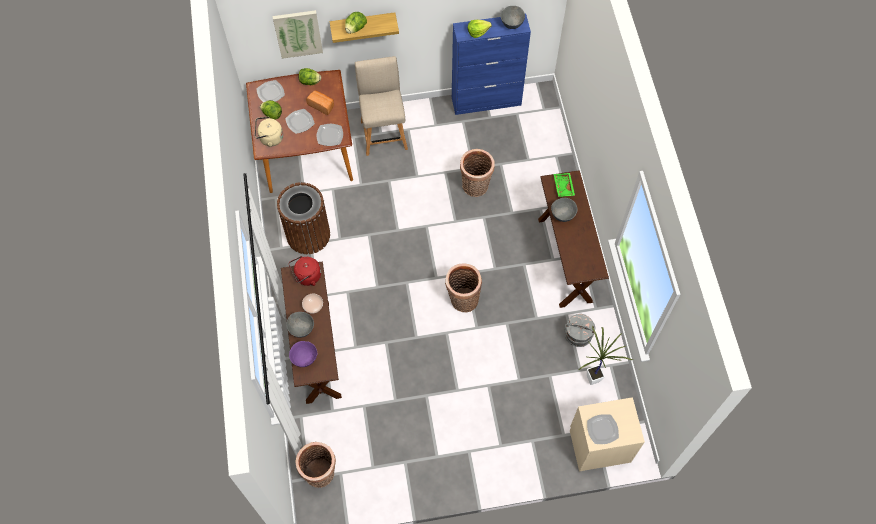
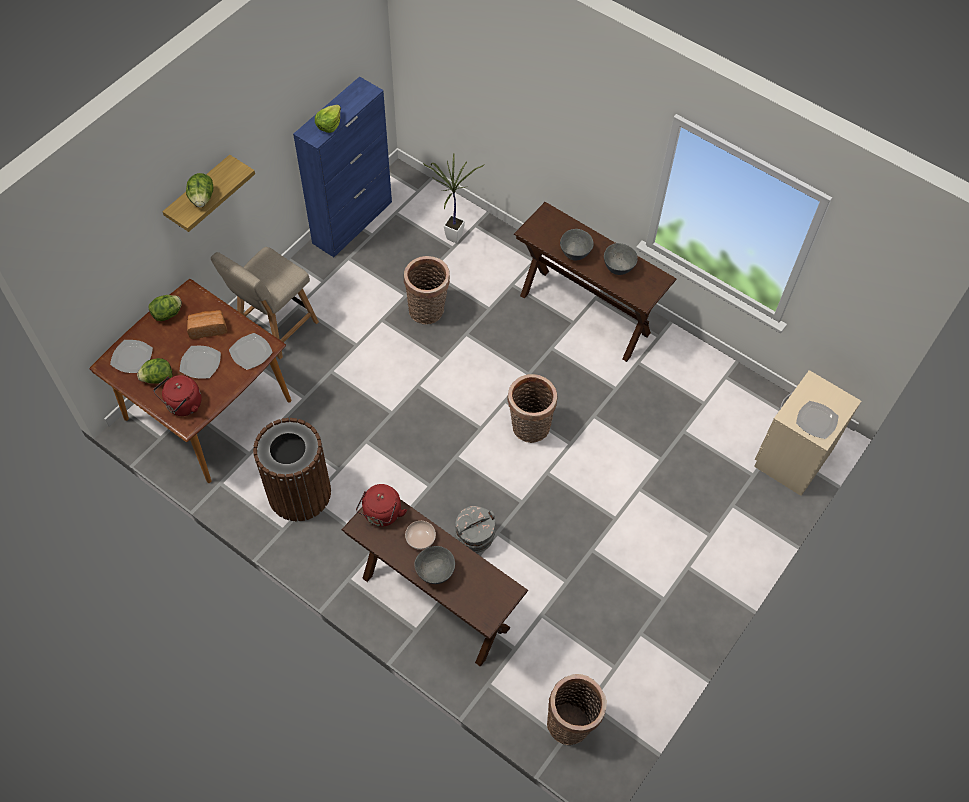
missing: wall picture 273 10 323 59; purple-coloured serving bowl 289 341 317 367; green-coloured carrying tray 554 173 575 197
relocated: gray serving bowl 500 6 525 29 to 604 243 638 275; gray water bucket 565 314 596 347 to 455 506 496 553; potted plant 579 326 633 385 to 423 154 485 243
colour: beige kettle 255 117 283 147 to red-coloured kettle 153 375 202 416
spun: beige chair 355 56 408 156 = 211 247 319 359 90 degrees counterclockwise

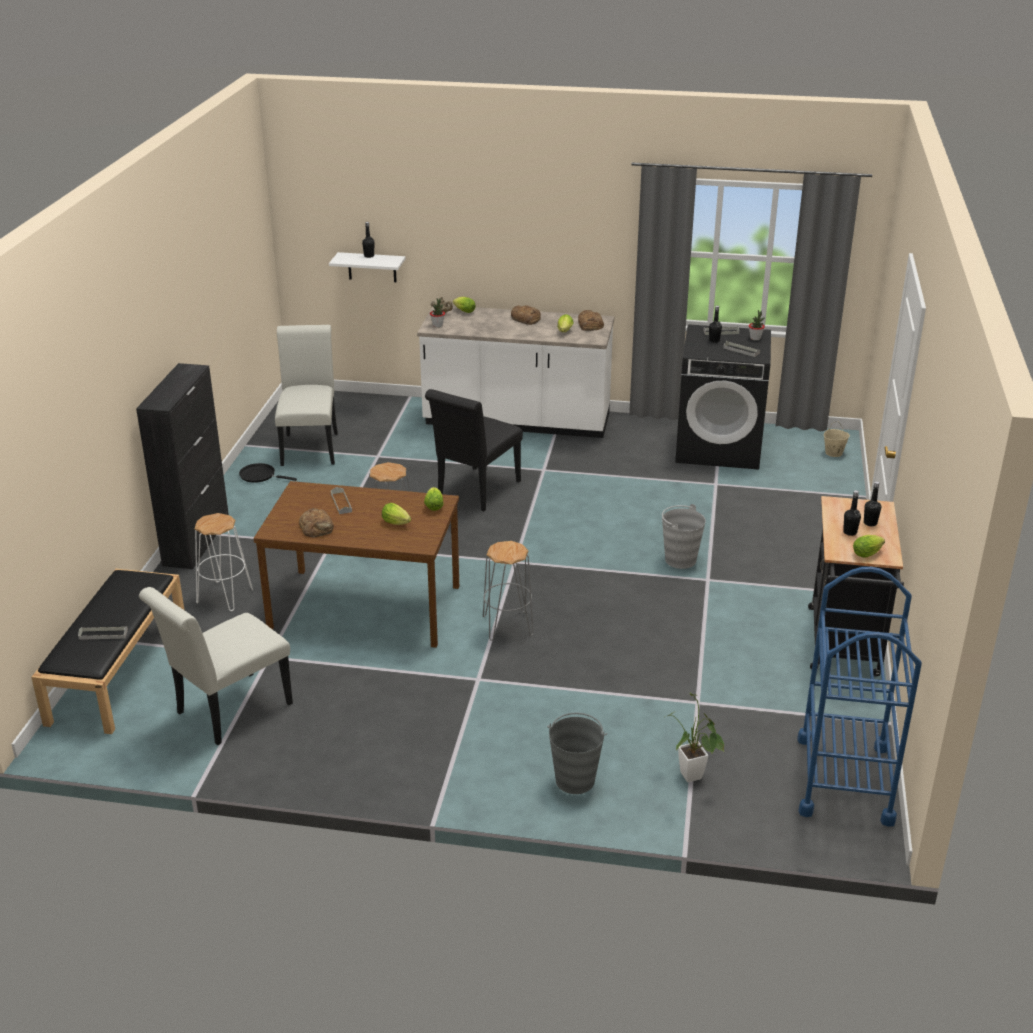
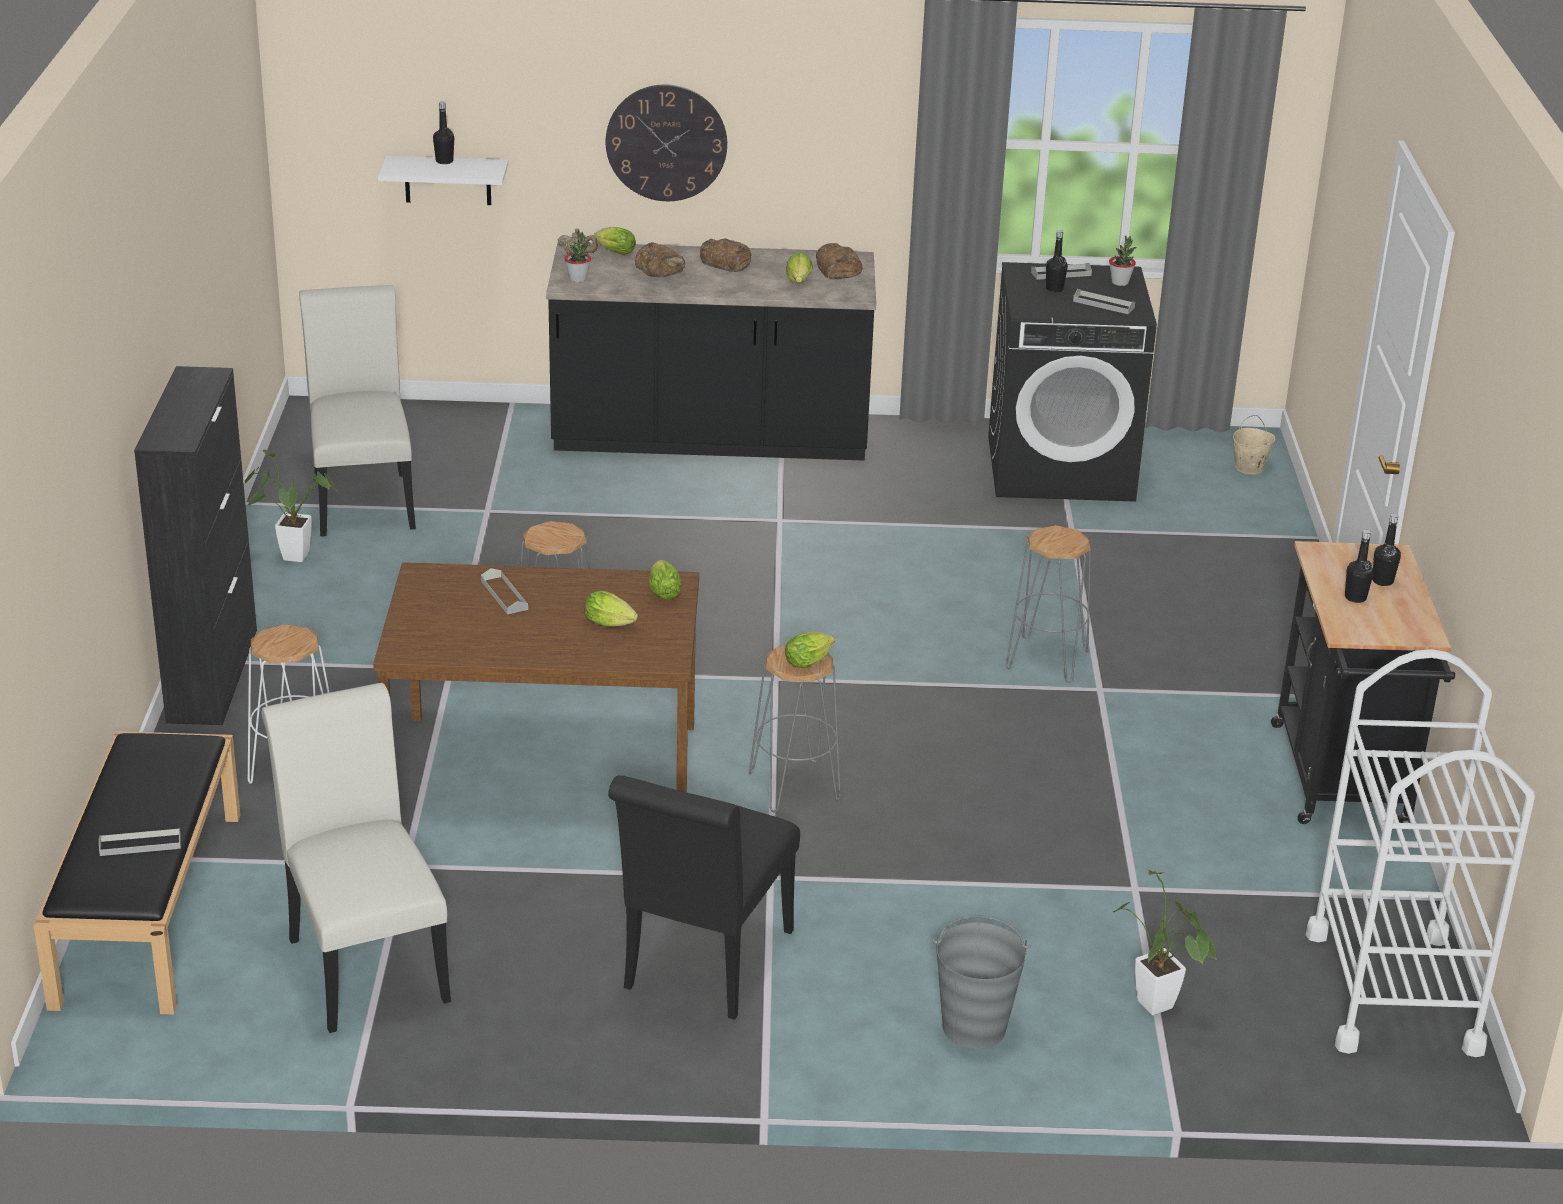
appeared: clock on the wall 606 84 727 201
relocated: bakery bread 299 508 334 537 to 635 242 685 278; blackish chair 425 389 523 511 to 608 775 800 1020; lettuce head 853 535 885 558 to 785 632 835 668
exchanged: blackish frying pan 239 463 297 483 to potted plant 244 449 336 562; gray water bucket 662 504 706 569 to gray sitting stool 1006 525 1091 683
colour: white kitchen counter 417 305 614 438 to blackish kitchen counter 546 243 876 461; bluish wheeled cart 797 567 922 827 to white wheeled cart 1306 649 1535 1057
spun: white chair 139 587 293 745 = 261 683 451 1033 120 degrees clockwise

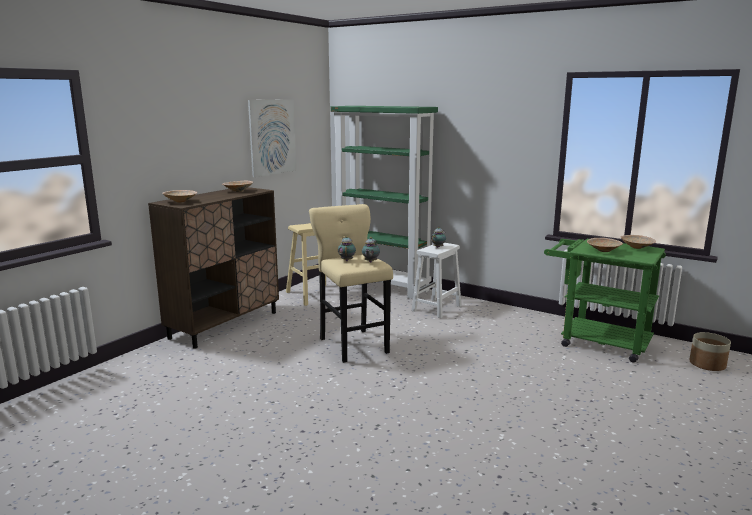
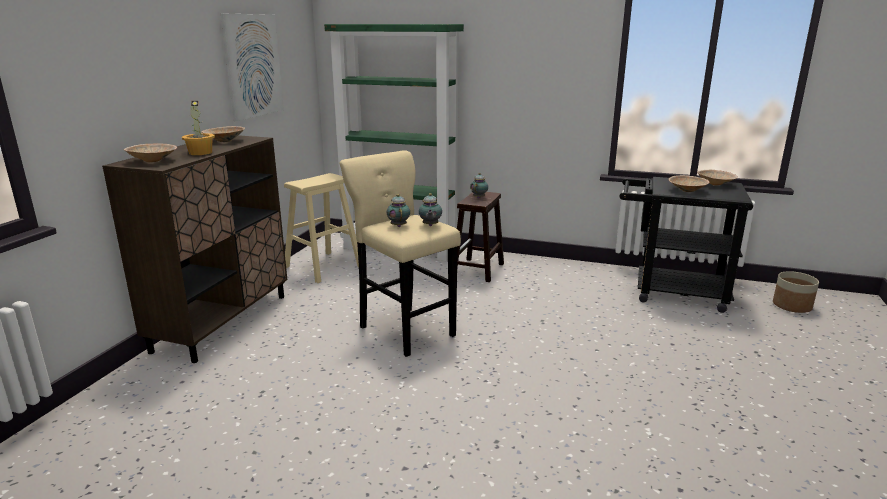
appeared: potted plant 182 101 215 155
colour: white sitting stool 411 243 462 318 to brown-coloured sitting stool 457 192 504 282; green-coloured wheeled cart 544 239 666 362 to blackish wheeled cart 619 177 753 313

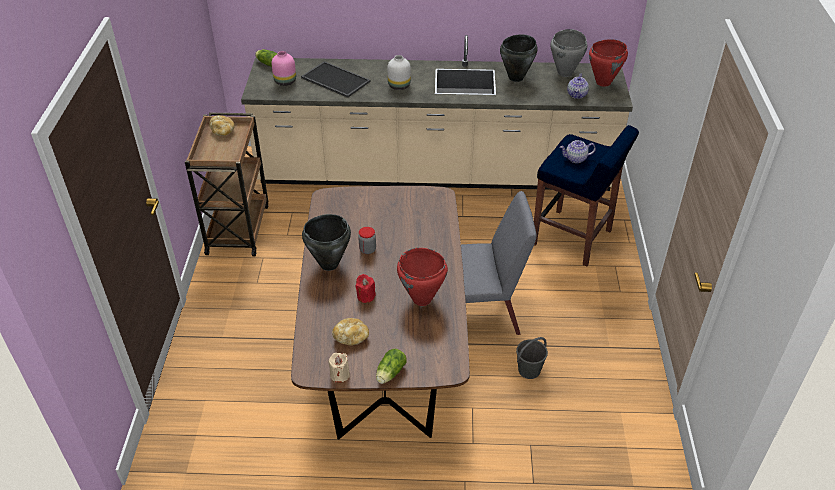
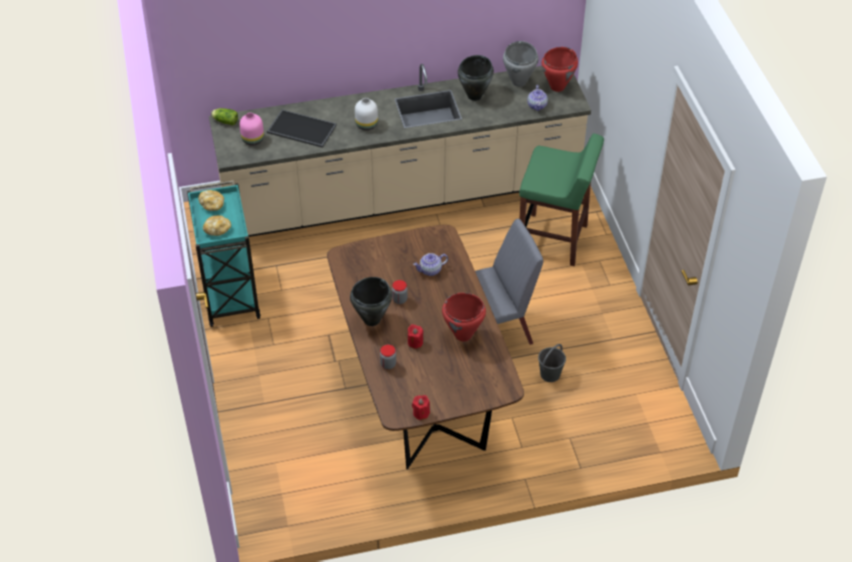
missing: lettuce head 376 349 407 384
appeared: preserve jar 380 345 396 369
relocated: bakery bread 332 318 369 345 to 203 215 231 236; pot for tea 560 140 596 163 to 413 253 448 276
colour: brown-coloured wheeled cart 185 112 268 256 to turquoise-coloured wheeled cart 187 180 261 327; beige candle 328 353 350 383 to red-coloured candle 412 395 430 420; bluish sitting stool 534 125 639 266 to green-coloured sitting stool 519 133 604 266

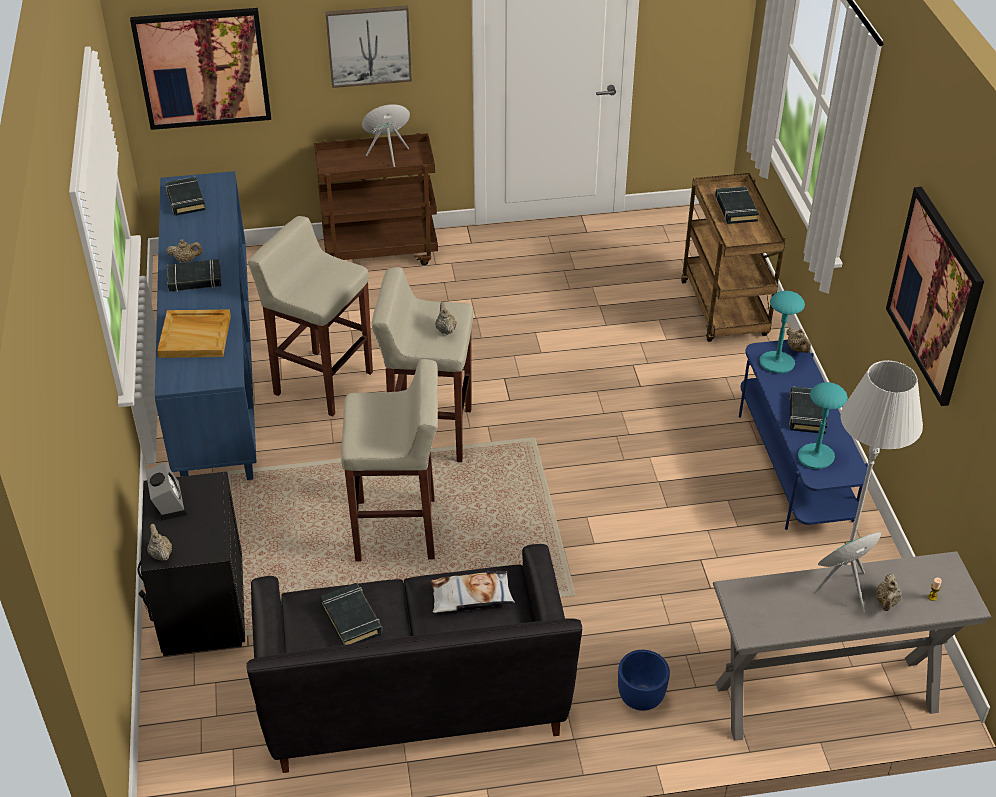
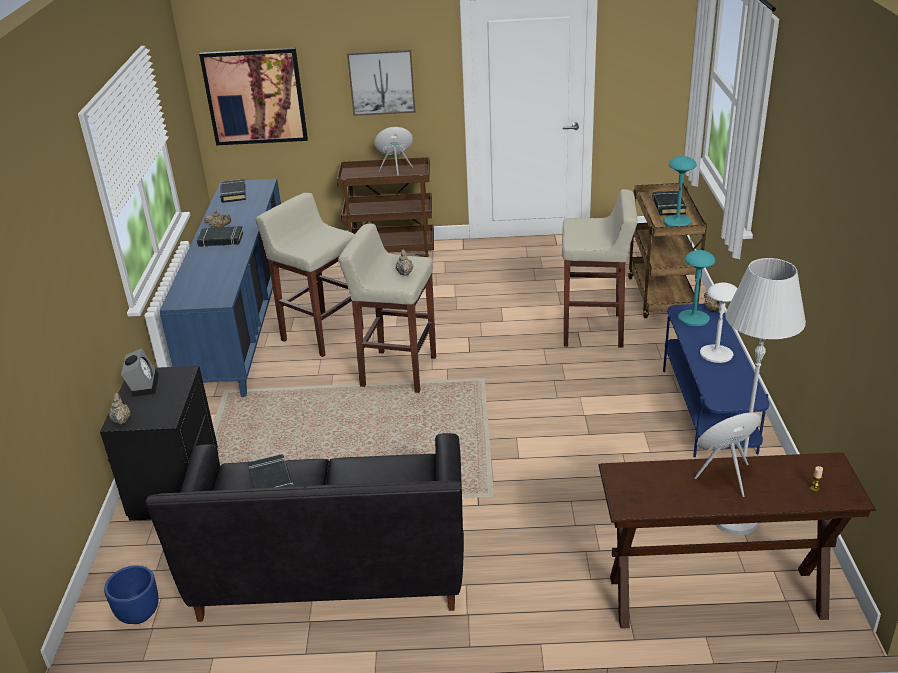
missing: beige carrying tray 157 310 231 358; cushion 430 571 515 613; beige pot for tea 876 574 902 611; wall picture 886 187 984 406
relocated: beige sitting stool 341 359 438 561 to 562 189 637 348; bluish plant pot 618 650 670 711 to 104 565 159 624; turquoise-coloured lamp for a table 798 382 848 469 to 664 156 697 227
exchanged: blackish book 789 387 827 434 to white lamp for a table 700 283 737 363
colour: gray console table 713 552 992 741 to brown-coloured console table 599 452 876 629

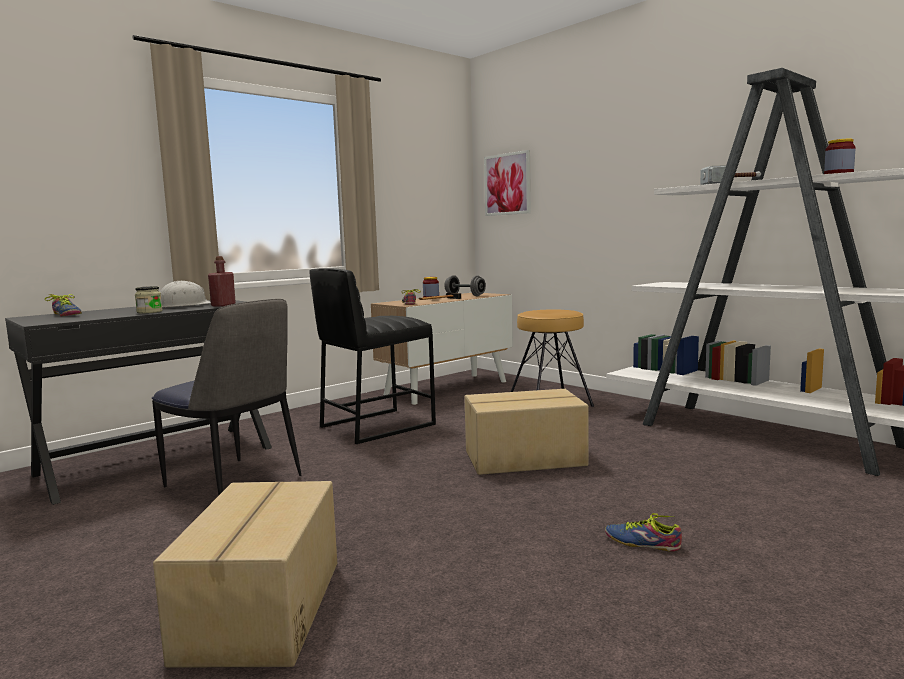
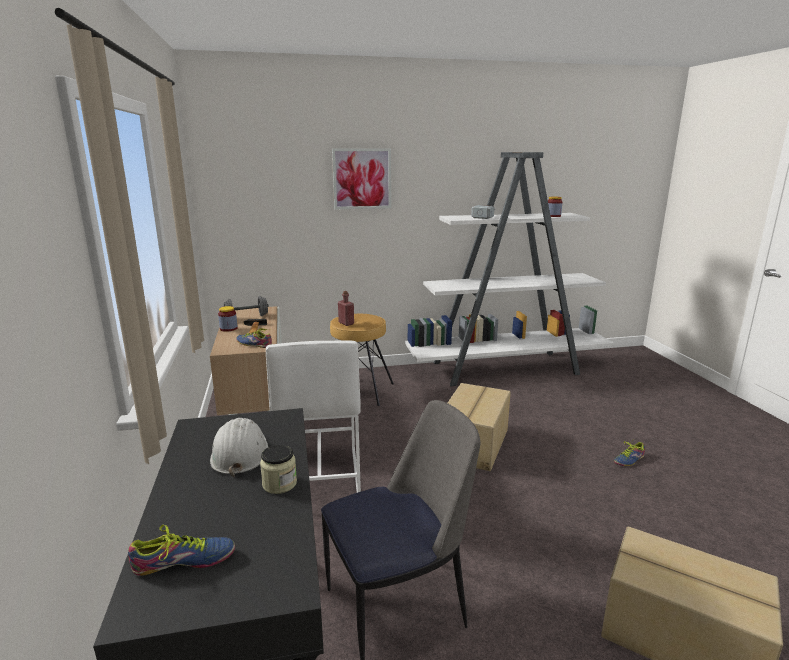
relocated: red-coloured beverage bottle 208 256 236 307 to 338 291 354 326; wall picture 484 150 531 216 to 332 149 391 209
colour: blackish sitting stool 309 268 436 444 to white sitting stool 266 341 361 493

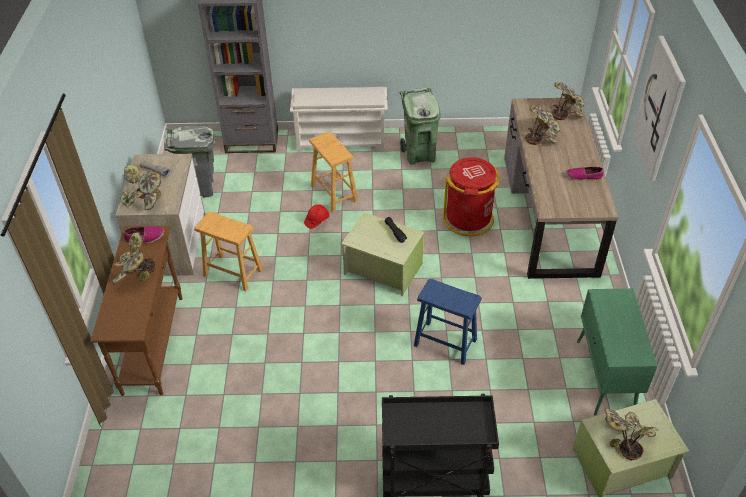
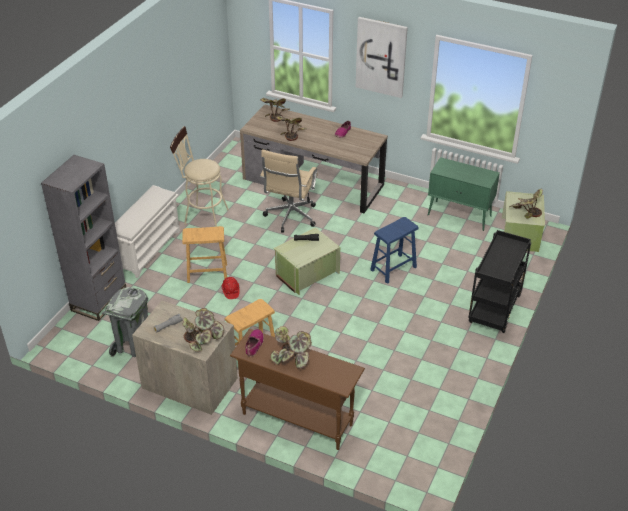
exchanged: green-coloured waste bin 400 88 441 165 to beige sitting stool 170 126 229 227; red-coloured waste bin 443 157 499 236 to beige desk chair 260 149 318 232

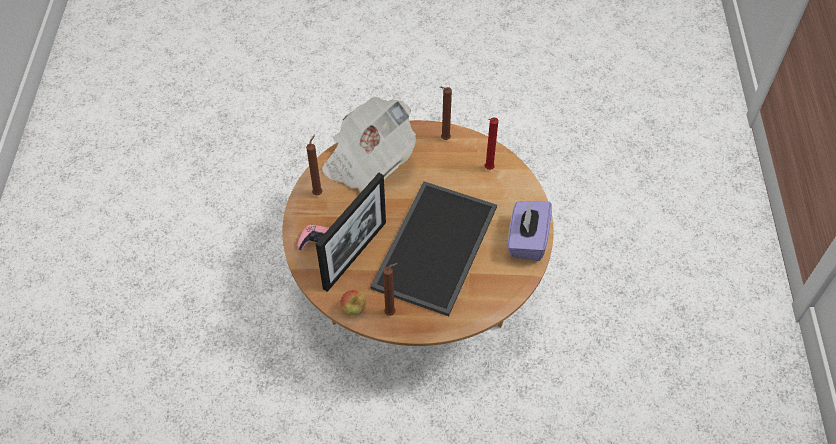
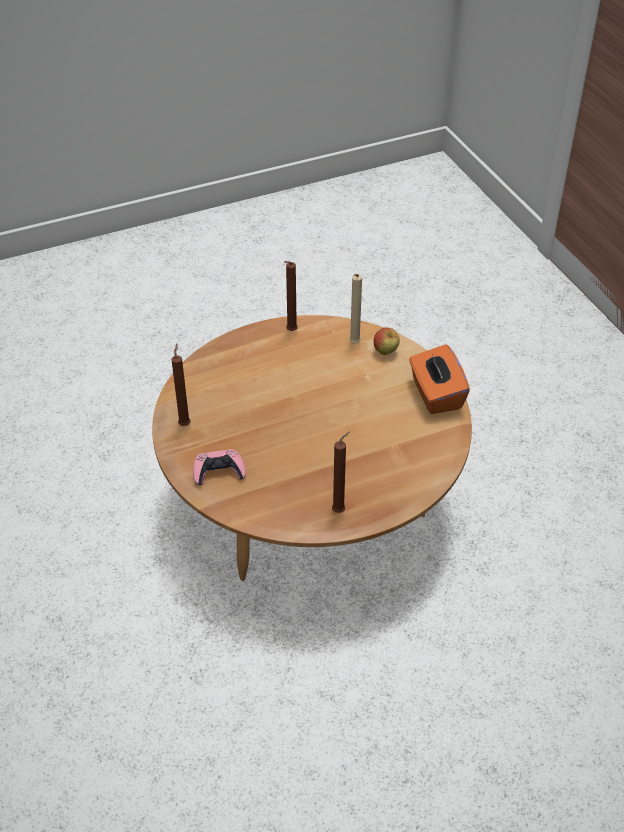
missing: photo frame 316 173 386 292; printed paper 322 97 416 193; carrying tray 370 181 497 316
relocated: whole apple 340 290 366 315 to 374 328 400 355
colour: red-coloured candle 485 117 498 170 to beige candle 349 274 362 343; purple-coloured box of tissues 508 202 552 261 to orange box of tissues 409 344 470 414

